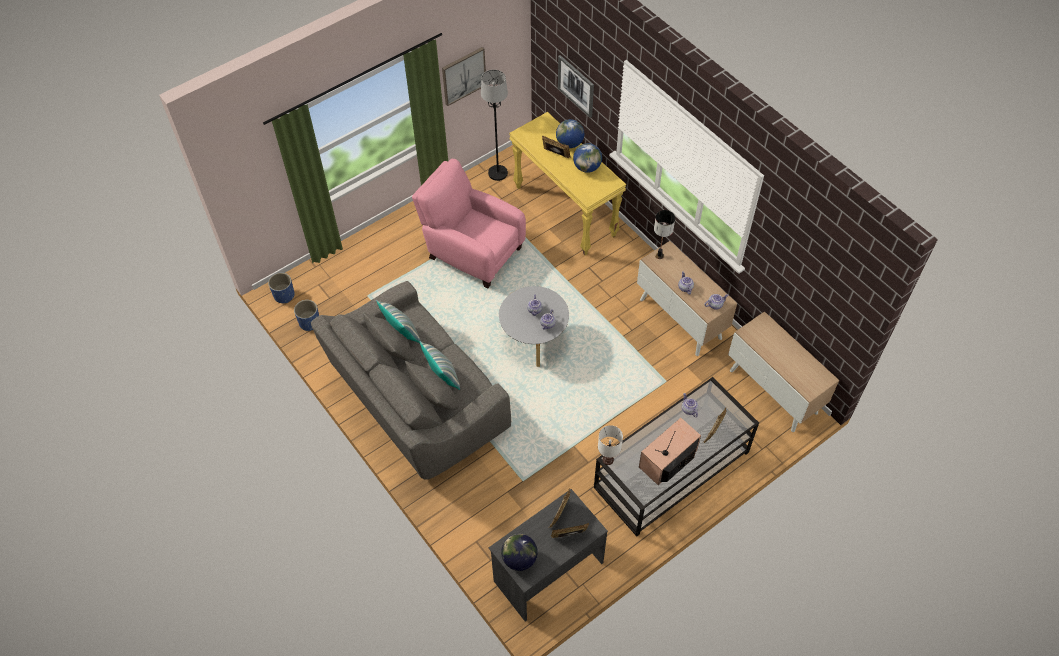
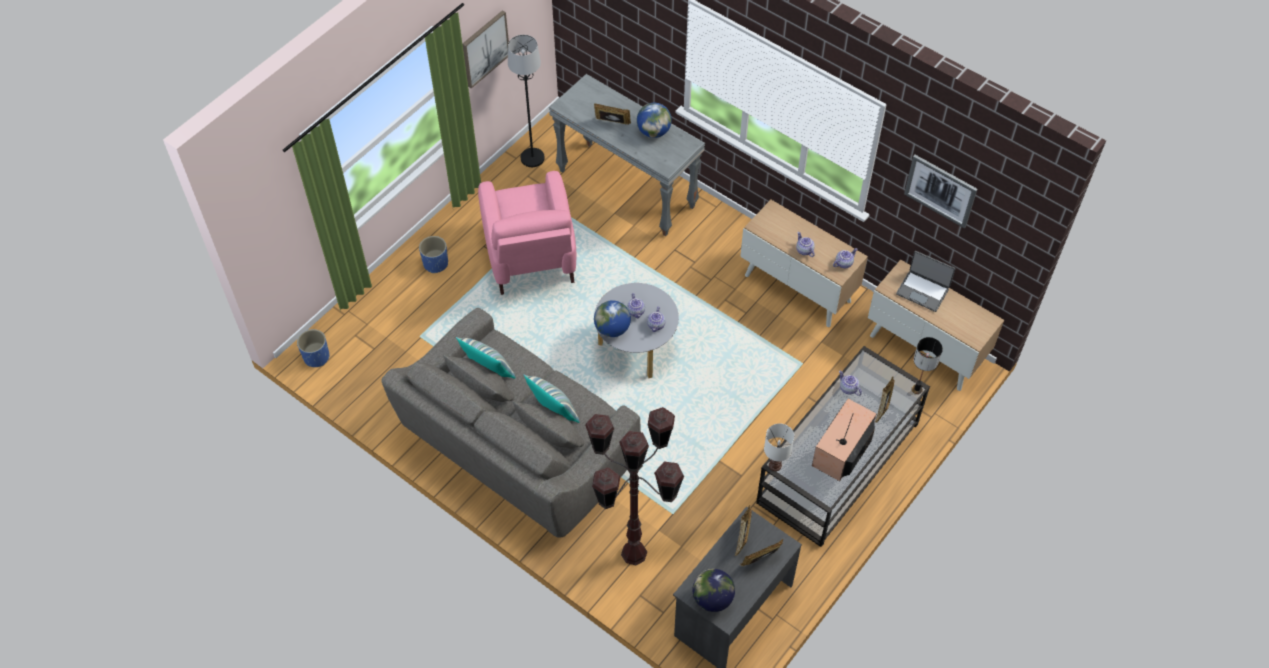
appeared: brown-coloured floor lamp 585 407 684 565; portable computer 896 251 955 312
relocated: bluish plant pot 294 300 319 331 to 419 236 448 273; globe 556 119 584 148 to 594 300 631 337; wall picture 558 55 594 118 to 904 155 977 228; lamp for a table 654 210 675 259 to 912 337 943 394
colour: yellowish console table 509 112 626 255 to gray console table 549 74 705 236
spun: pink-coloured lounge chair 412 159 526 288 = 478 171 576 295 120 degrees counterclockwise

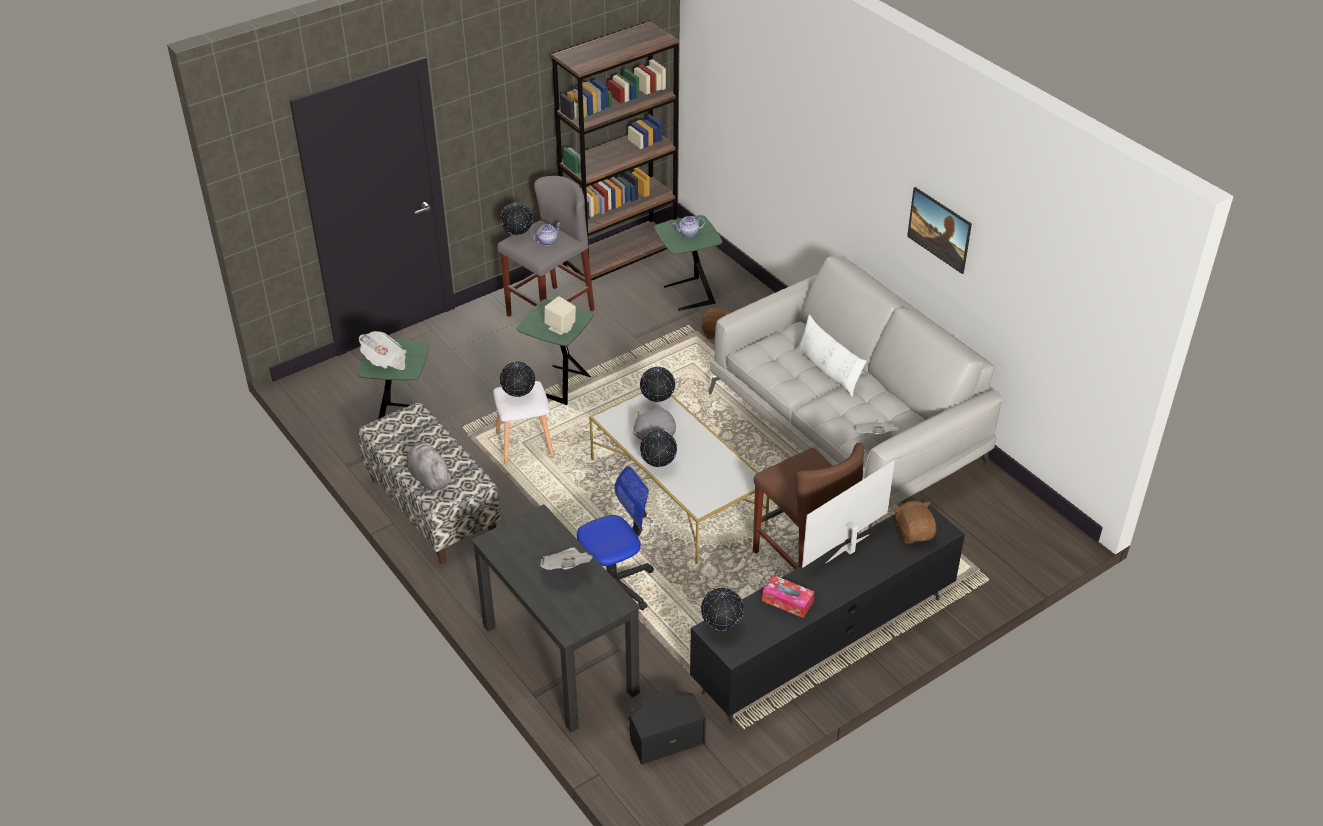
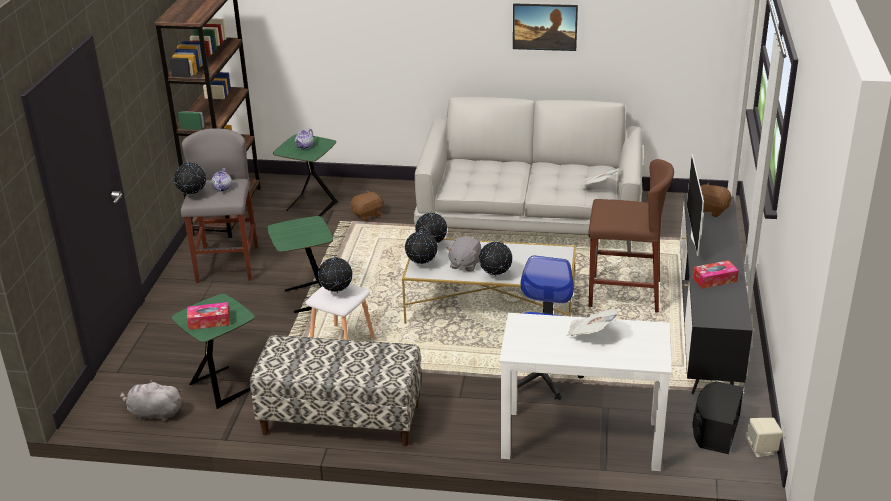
missing: white cushion 795 315 867 397
relocated: gray cuddly toy 407 441 453 491 to 120 379 182 421; beige audio speaker 544 296 576 335 to 745 418 783 457; globe 701 587 744 631 to 405 229 438 265
exchanged: printed paper 359 331 406 370 to box of tissues 187 302 230 330
colour: blackish desk 471 504 640 732 to white desk 499 313 672 471

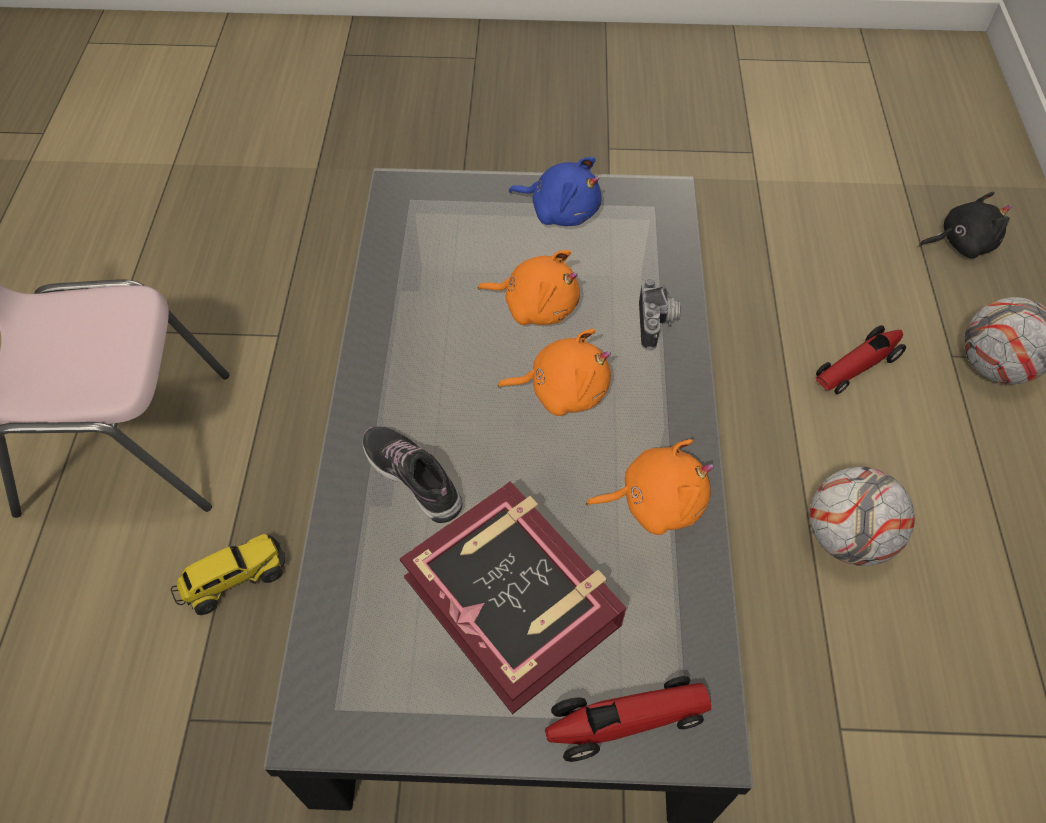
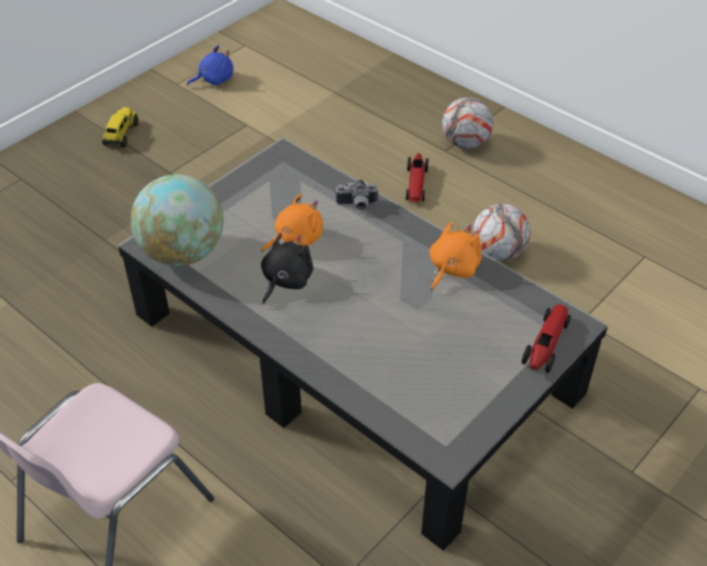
missing: low shoe 362 427 463 523; book 400 481 626 714; orange cuddly toy 498 329 611 416
appeared: globe 131 174 224 266
relocated: model truck 171 534 285 615 to 102 107 138 147; bluish cuddly toy 509 157 601 226 to 187 45 233 85; blackish cuddly toy 919 192 1012 258 to 261 233 313 304
spun: still camera 639 278 680 350 = 335 180 379 210 135 degrees clockwise

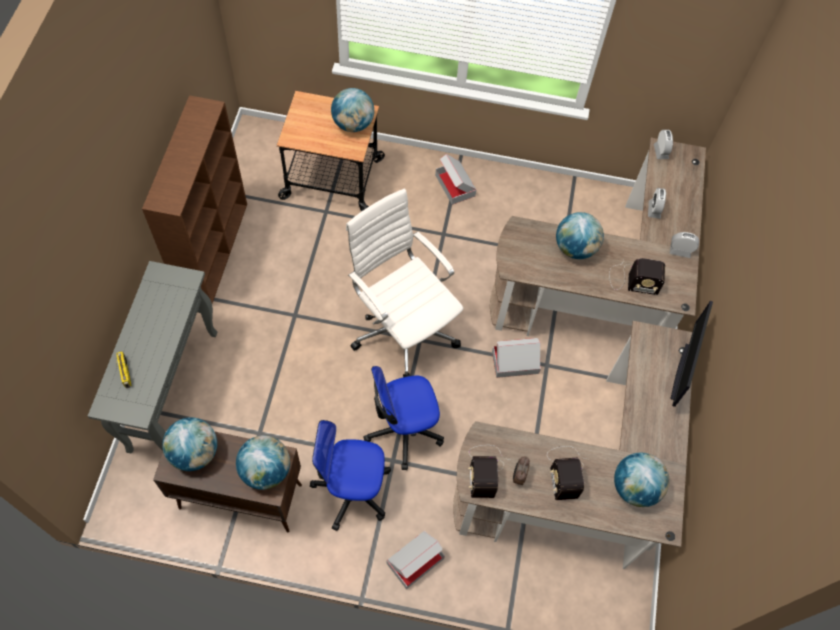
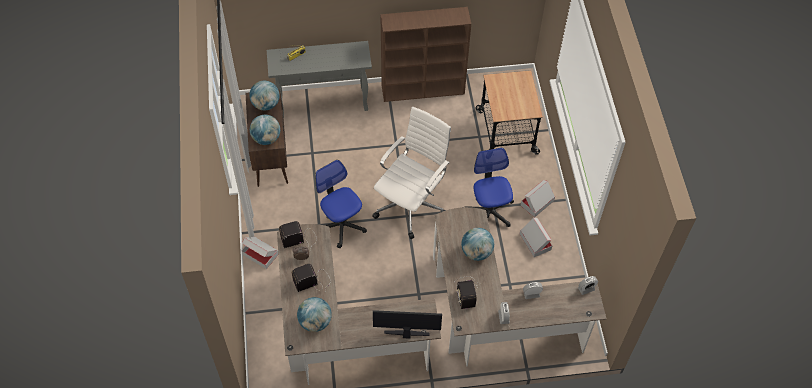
missing: globe 331 88 374 132
relocated: desk chair 310 420 391 531 to 465 148 514 227; cardboard box 492 338 541 378 to 520 218 552 257

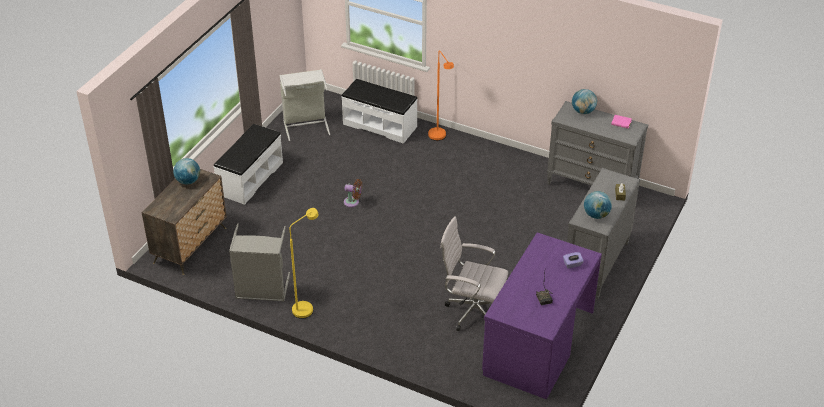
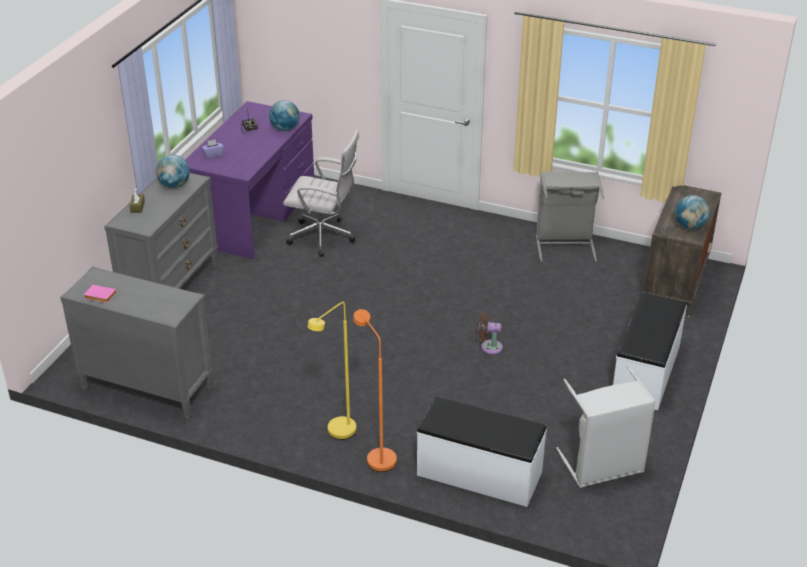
relocated: yellowish floor lamp 290 208 318 319 to 307 302 356 440; globe 572 89 597 114 to 269 100 300 131

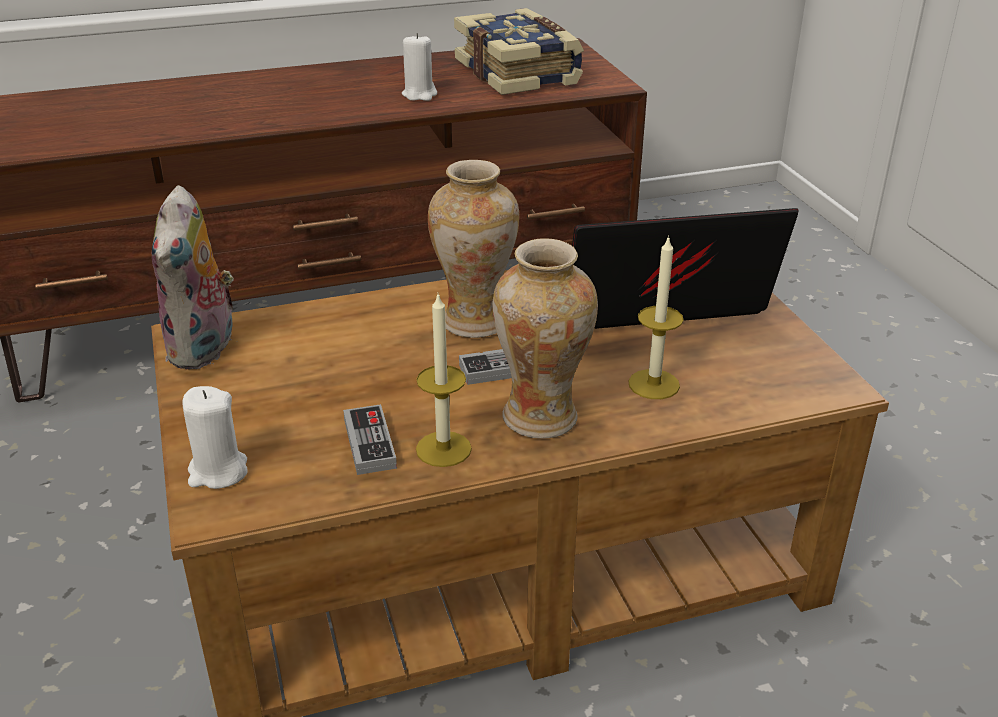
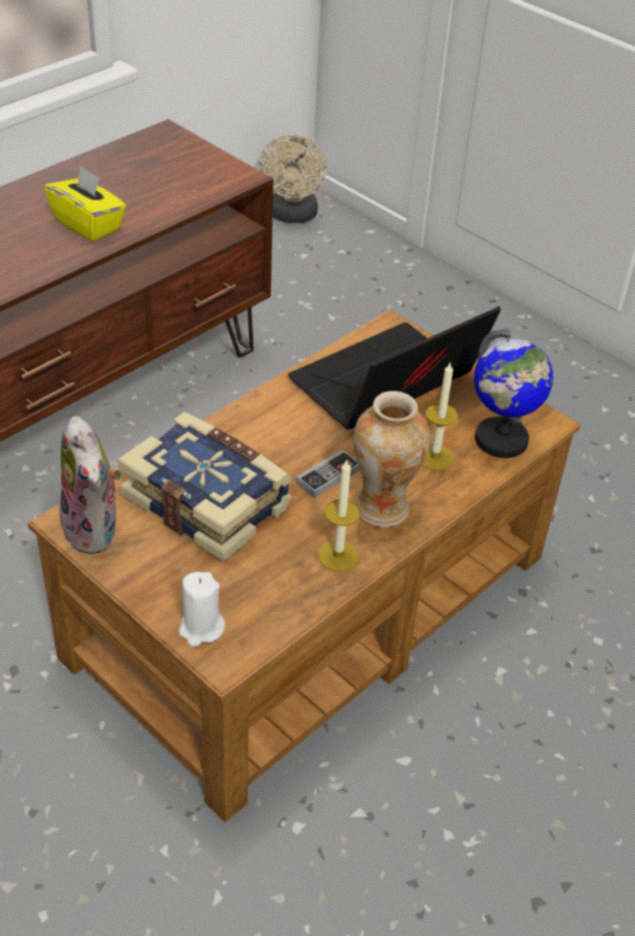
missing: gamepad 343 404 397 475; vase 428 160 519 338
appeared: beige electric fan 259 135 327 223; globe 474 328 553 458
relocated: book 454 8 584 95 to 117 412 292 562
exchanged: white candle 402 33 437 101 to yellowish box of tissues 44 166 126 242

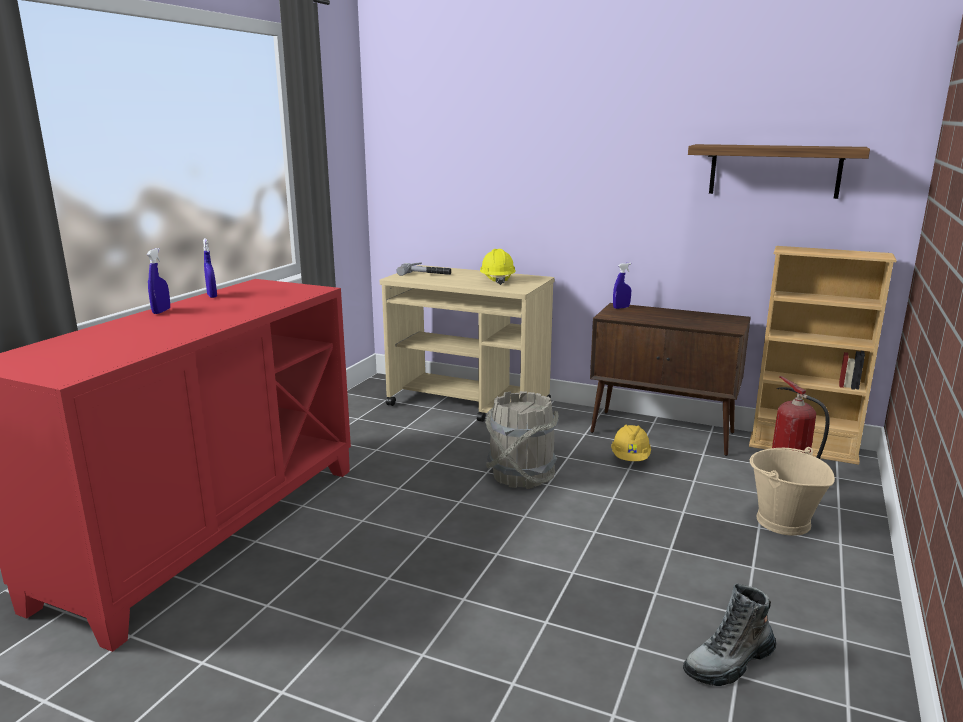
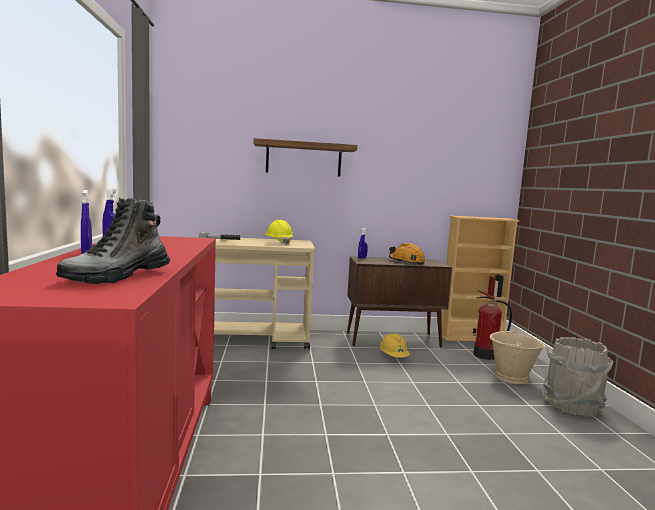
appeared: orange safety helmet 389 243 425 265
relocated: gray water bucket 485 391 559 489 to 542 337 613 417; boot 683 583 776 686 to 56 197 170 284; bracket shelf 688 144 870 199 to 254 138 357 177

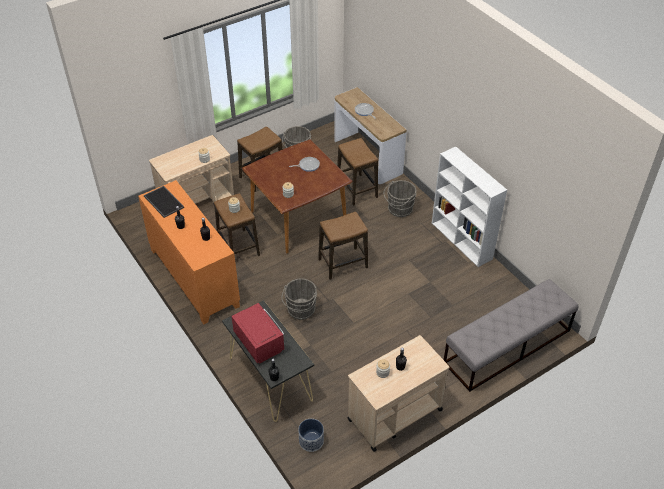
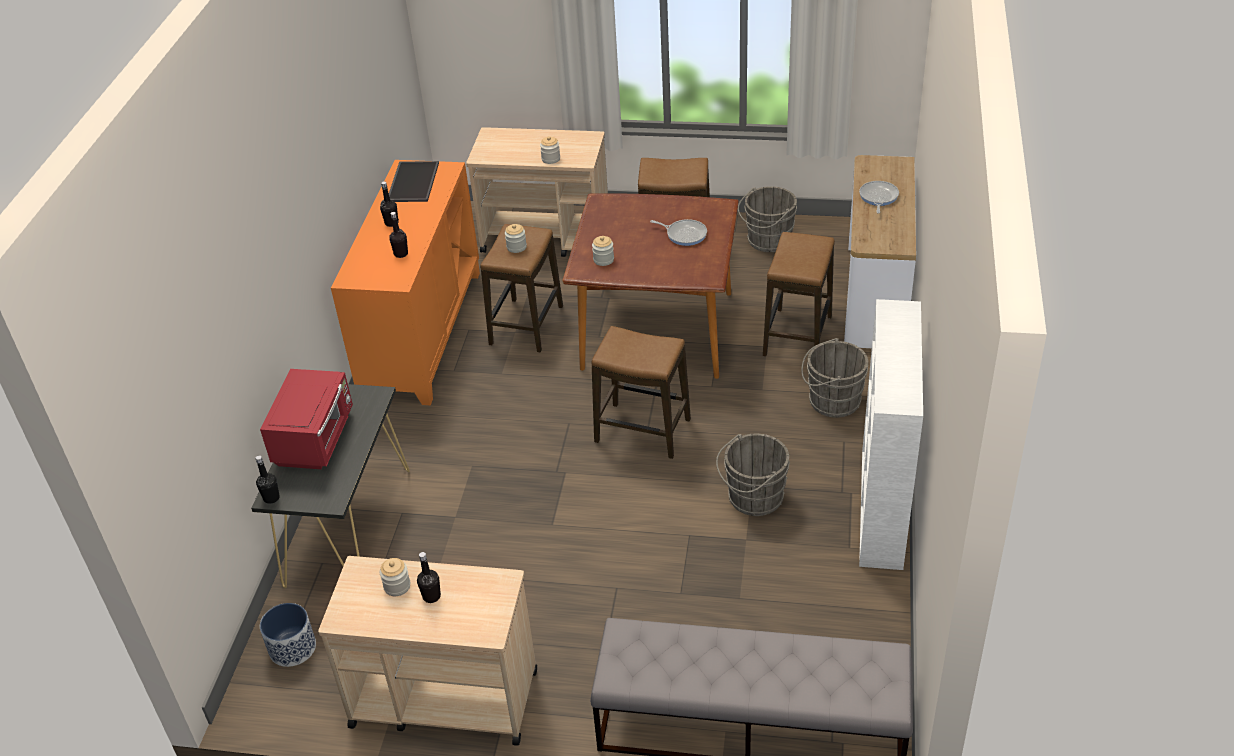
relocated: gray water bucket 281 278 317 320 to 716 434 790 516

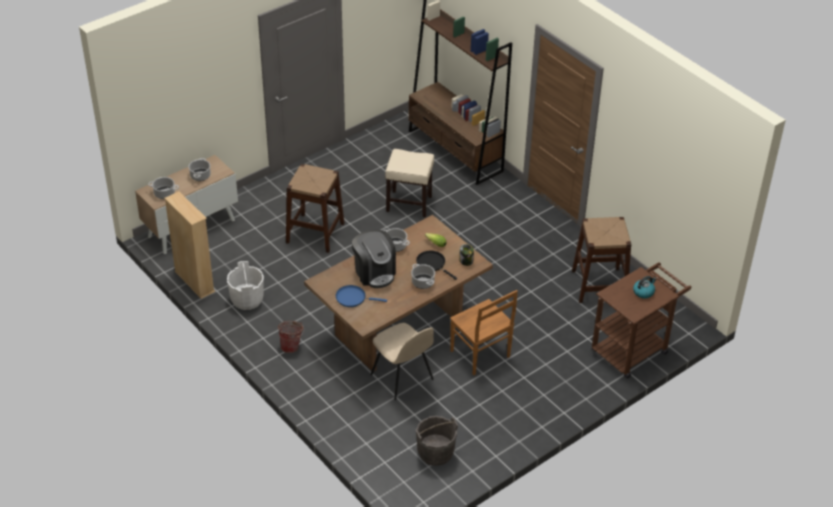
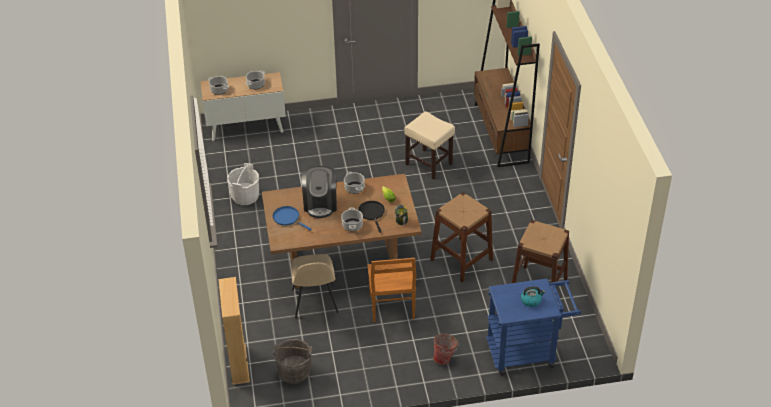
relocated: beige bookcase 164 191 215 299 to 218 277 250 385; water bucket 278 321 304 353 to 433 334 459 365; brown-coloured sitting stool 286 164 345 253 to 430 192 493 283
colour: brown-coloured wheeled cart 592 262 692 379 to bluish wheeled cart 486 278 581 376

